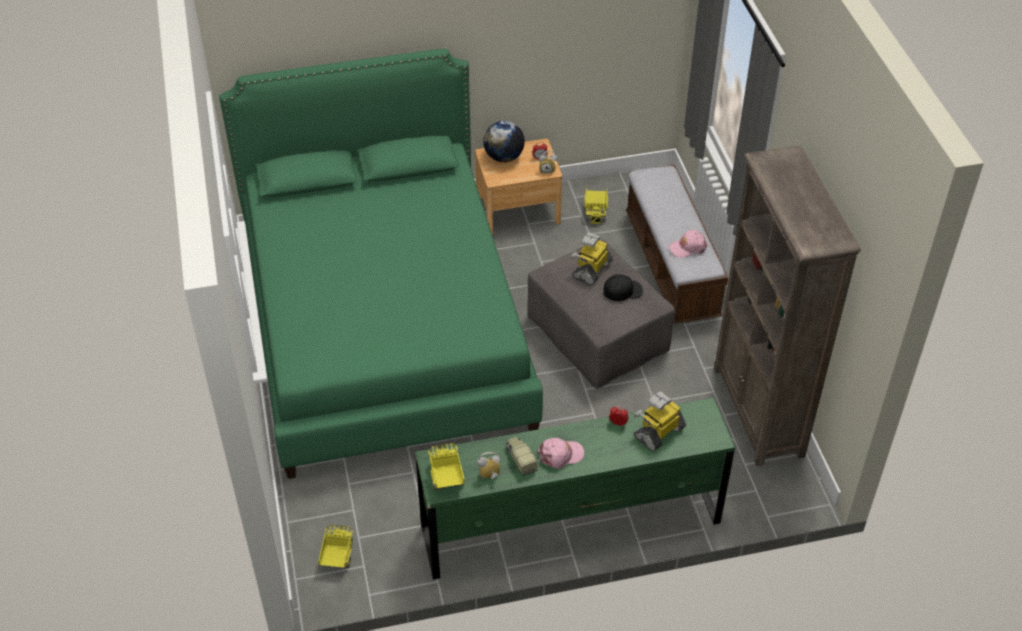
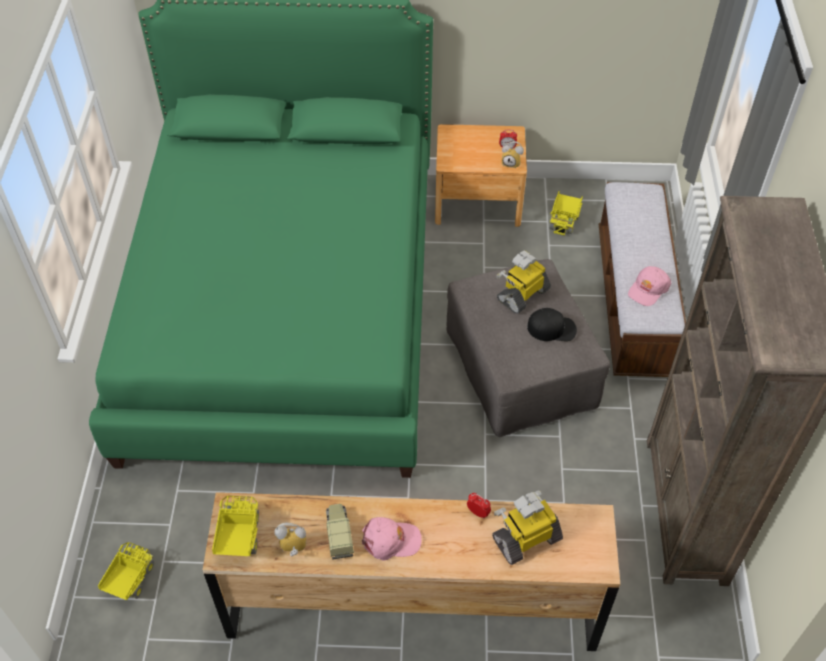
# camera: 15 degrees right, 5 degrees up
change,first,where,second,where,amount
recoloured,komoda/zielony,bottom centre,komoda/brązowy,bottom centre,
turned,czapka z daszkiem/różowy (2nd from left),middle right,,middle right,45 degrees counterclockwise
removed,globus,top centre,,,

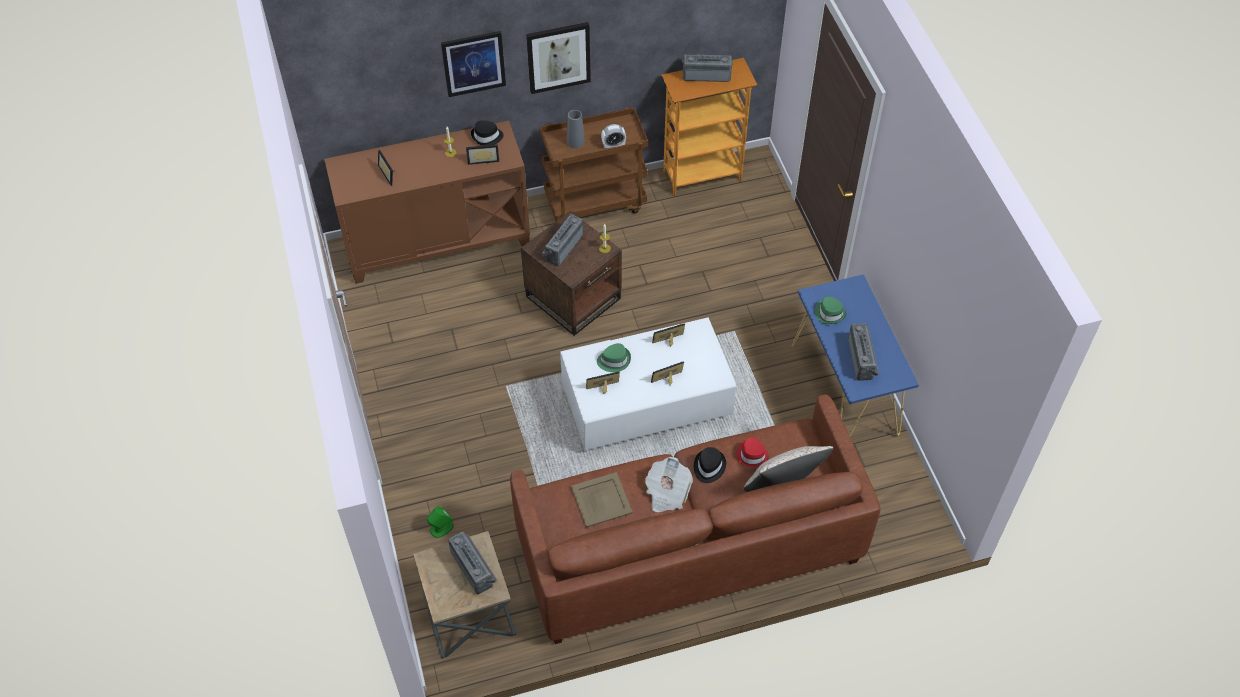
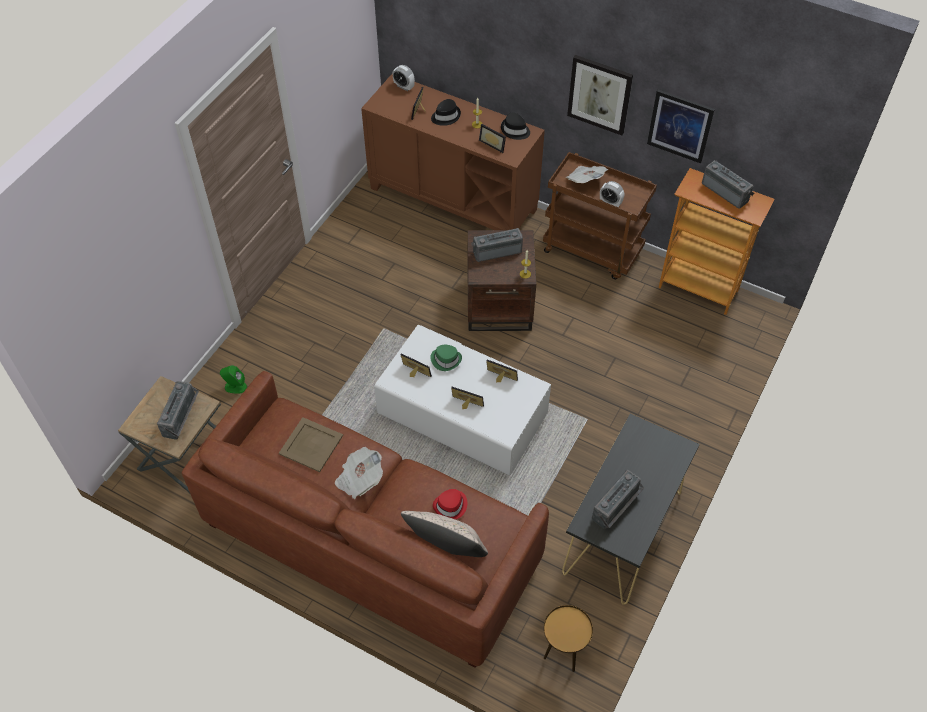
# camera: 45 degrees right, 0 degrees up
change,first,where,second,where,amount
added,,,budzik (1st from left),top centre,
moved,kapelusz/czarny (2nd from left in the first image),bottom centre,kapelusz/czarny (1st from left),top centre,
added,,,stolik/brązowy (3rd from left),bottom centre,
recoloured,stolik konsolowy/niebieski,middle right,stolik konsolowy/czarny,bottom right,
replaced,wazon/szary,top centre,gazeta (2nd from left),top centre,
moved,obraz (1st from left in the first image),top centre,obraz (2nd from left),top right,
removed,kapelusz/zielony (2nd from left),middle right,,,

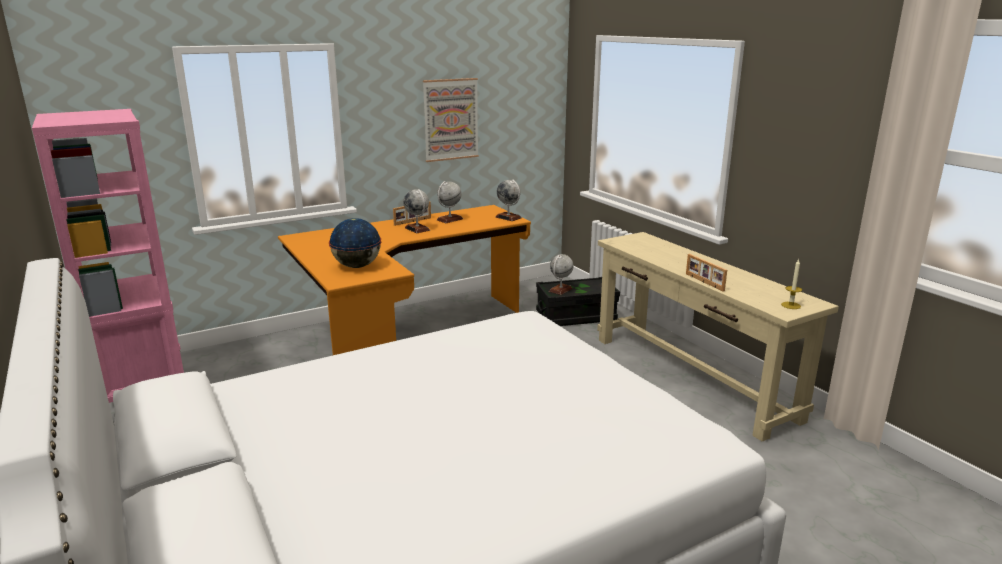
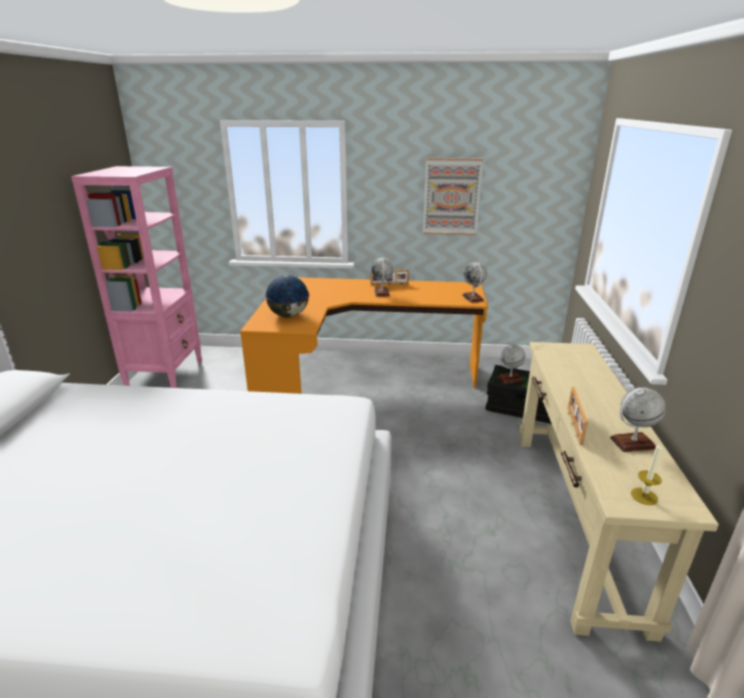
# camera: 35 degrees right, 5 degrees up
change,first,where,second,where,amount
moved,globus (3rd from left in the first image),centre,globus (5th from left),middle right,

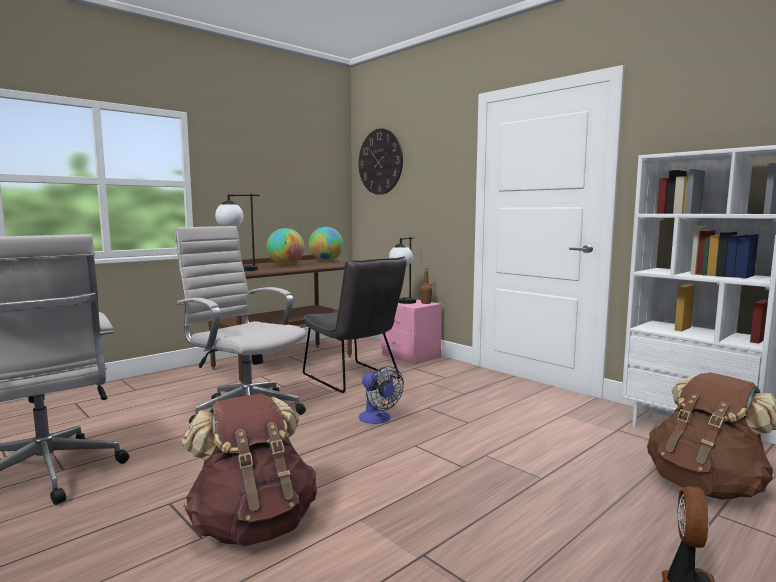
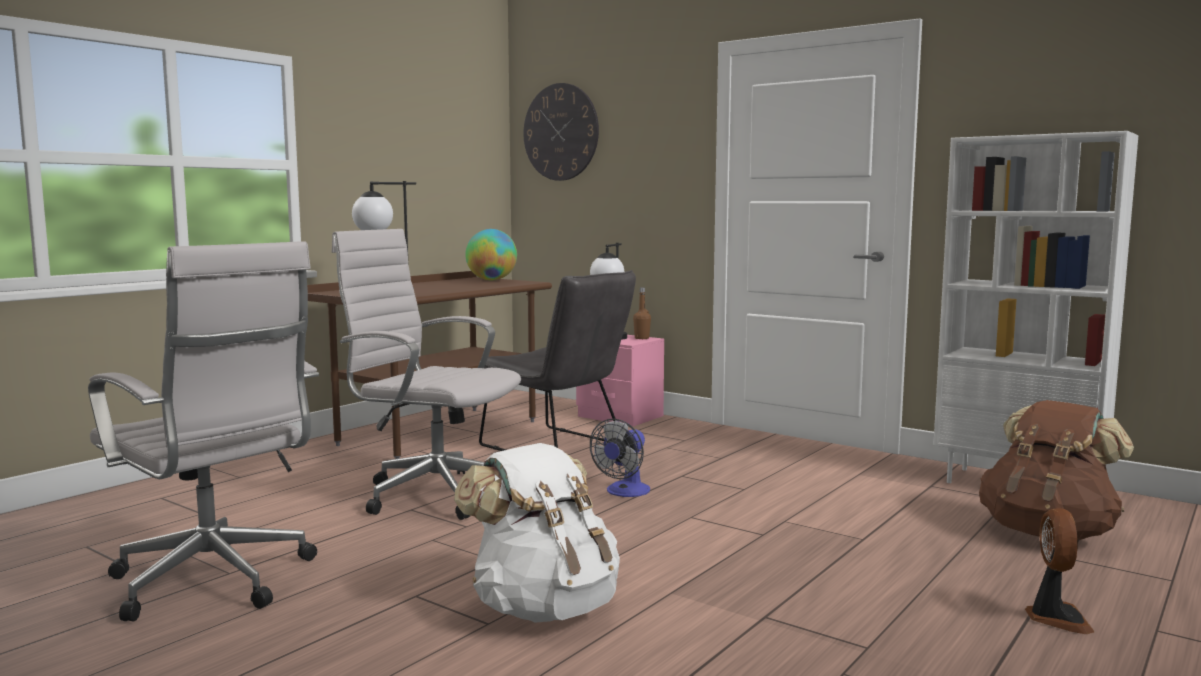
# camera: 10 degrees left, 0 degrees up
change,first,where,second,where,amount
recoloured,plecak/brązowy (1st from left),bottom left,plecak/biały,bottom centre,
turned,wentylator (1st from left),bottom centre,,bottom centre,75 degrees clockwise
removed,globus (1st from left),centre,,,

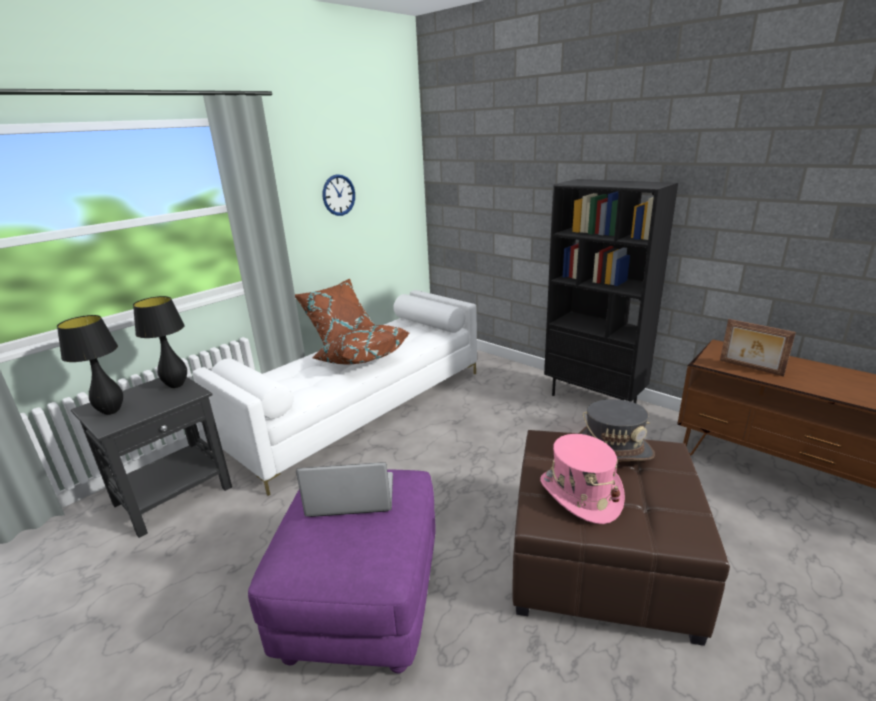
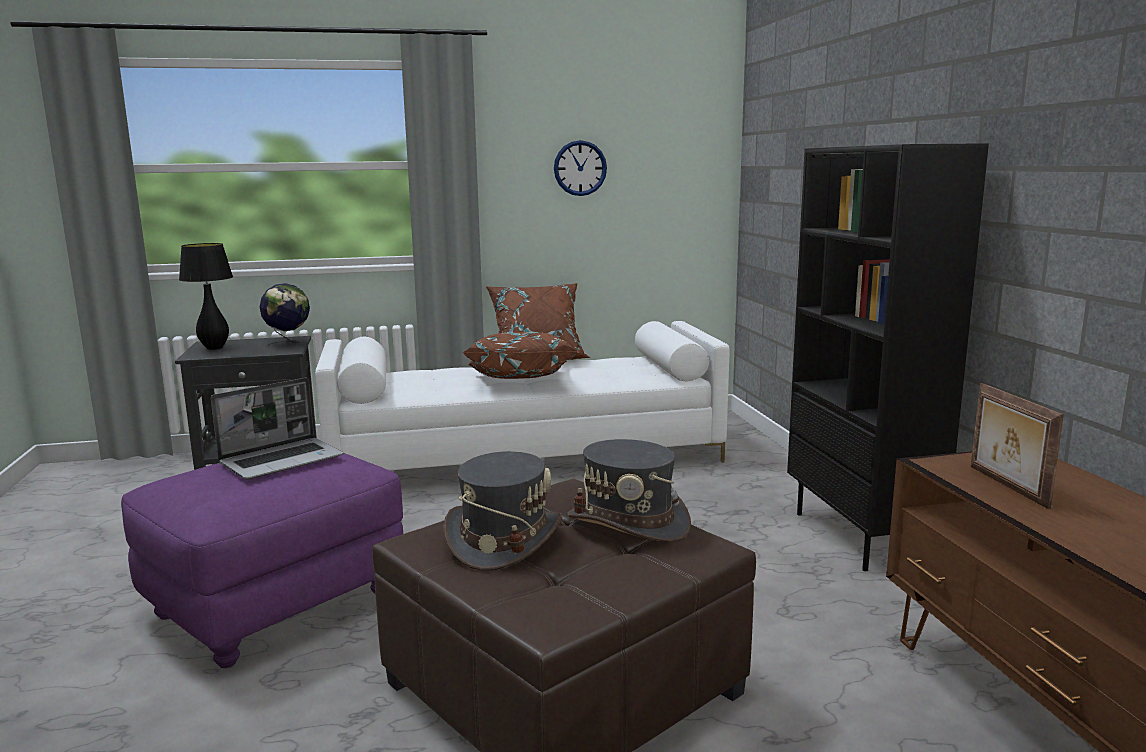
# camera: 35 degrees right, 10 degrees down
change,first,where,second,where,amount
turned,laptop,bottom centre,,middle left,105 degrees clockwise
replaced,lampa stołowa/czarny (2nd from left),middle left,globus,middle left,
recoloured,kapelusz/różowy,bottom centre,kapelusz/szary (1st from left),bottom centre,

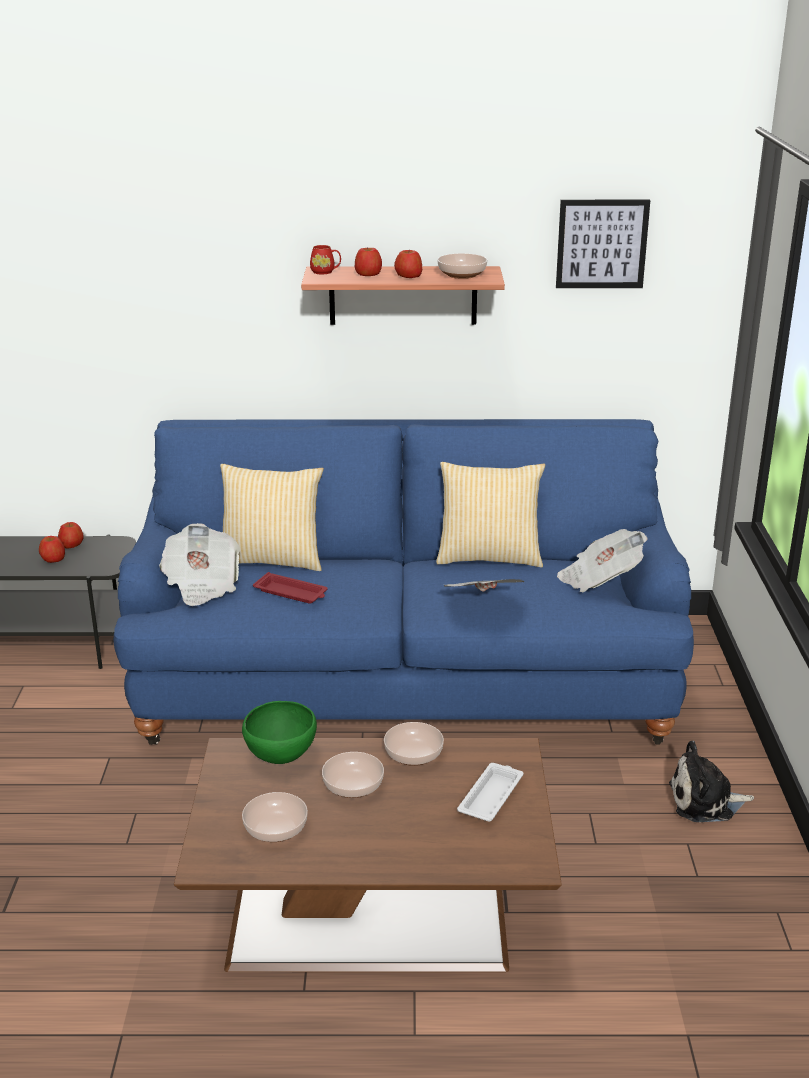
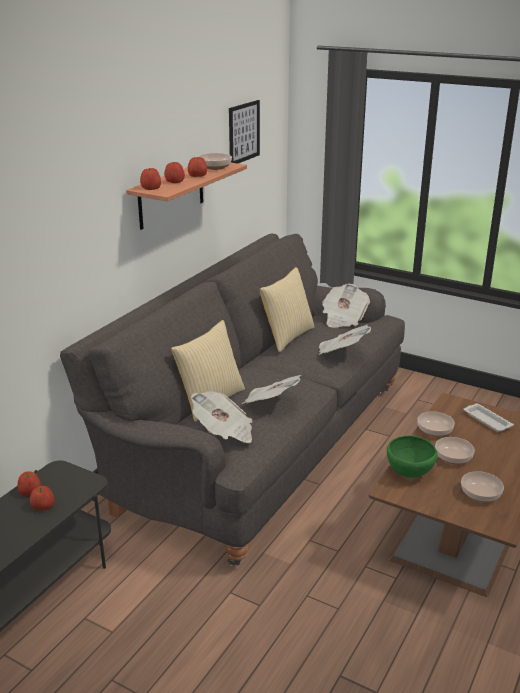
# camera: 60 degrees left, 0 degrees up
change,first,where,second,where,amount
recoloured,kanapa/niebieski,centre,kanapa/szary,centre,
replaced,kubek/czerwony,top centre,jabłko (3rd from left),top left,
replaced,taca/czerwony,centre,gazeta (2nd from left),centre,
removed,pluszak,bottom right,,,

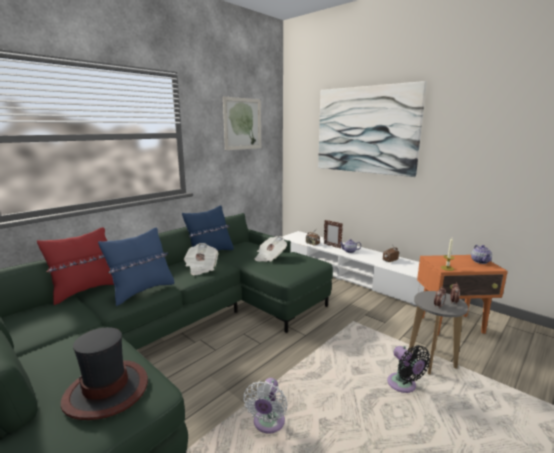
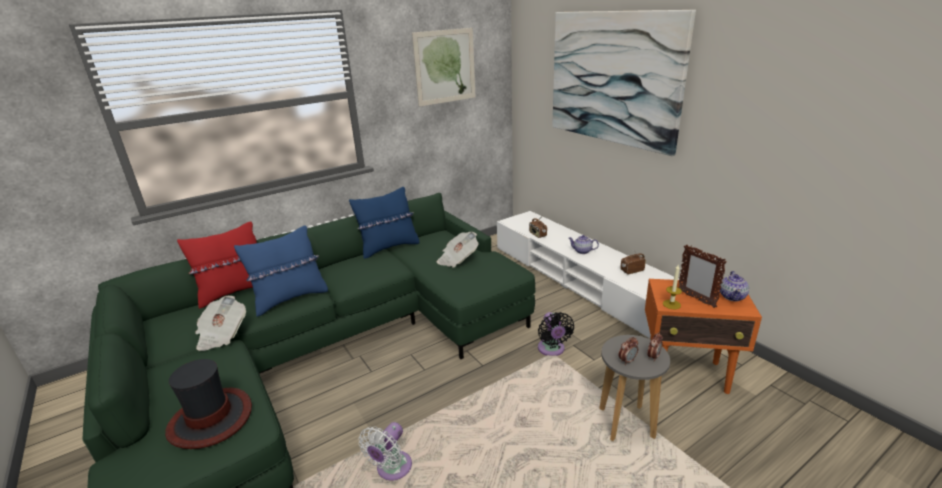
# camera: 15 degrees right, 10 degrees up
change,first,where,second,where,amount
moved,gazeta (1st from left),centre,,middle left,
moved,wentylator/czarny,bottom right,,bottom centre,
moved,ramka na zdjęcie,centre,,middle right,

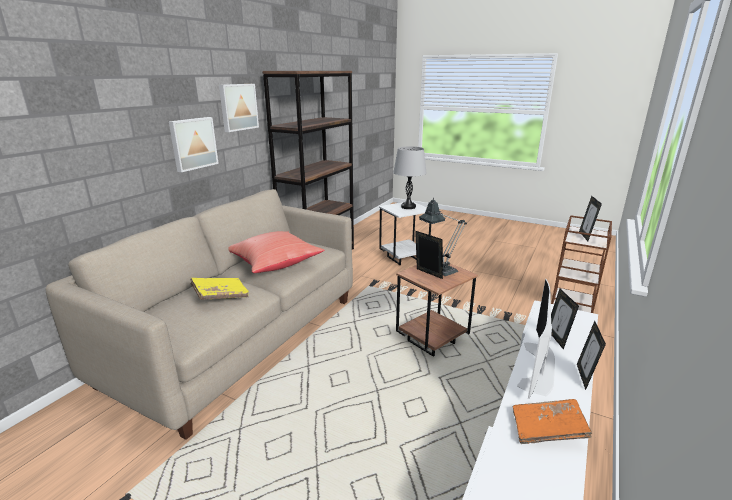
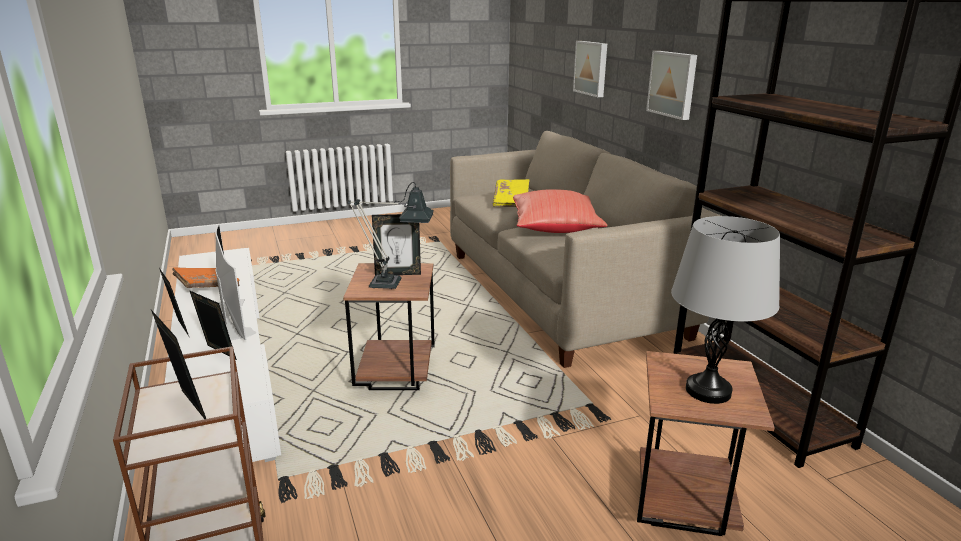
# camera: 130 degrees right, 0 degrees up
change,first,where,second,where,amount
moved,obraz (2nd from left in the first image),top left,obraz (1st from left),top centre,
recoloured,stolik/biały,centre,stolik/brązowy (2nd from left),bottom right,

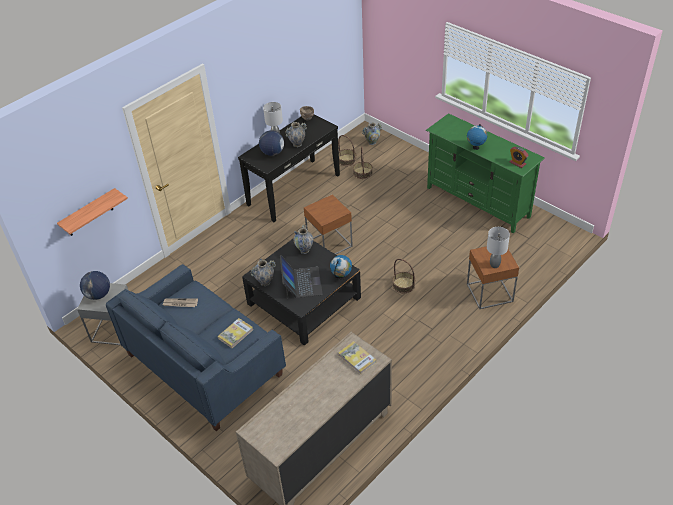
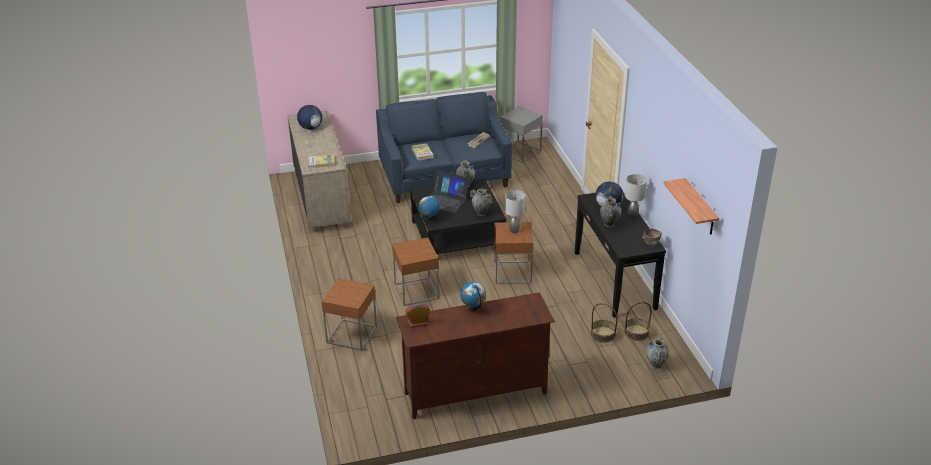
# camera: 120 degrees right, 10 degrees down
change,first,where,second,where,amount
moved,globus (1st from left),middle left,,top left,
replaced,koszyk (3rd from left),centre,stolik/brązowy (2nd from left),centre,
recoloured,szafka pod telewizor/zielony,middle right,szafka pod telewizor/brązowy,bottom centre,
moved,lampa stołowa/szary (2nd from left in the first image),middle right,lampa stołowa/szary (1st from left),centre,
moved,półka,middle left,,middle right,

